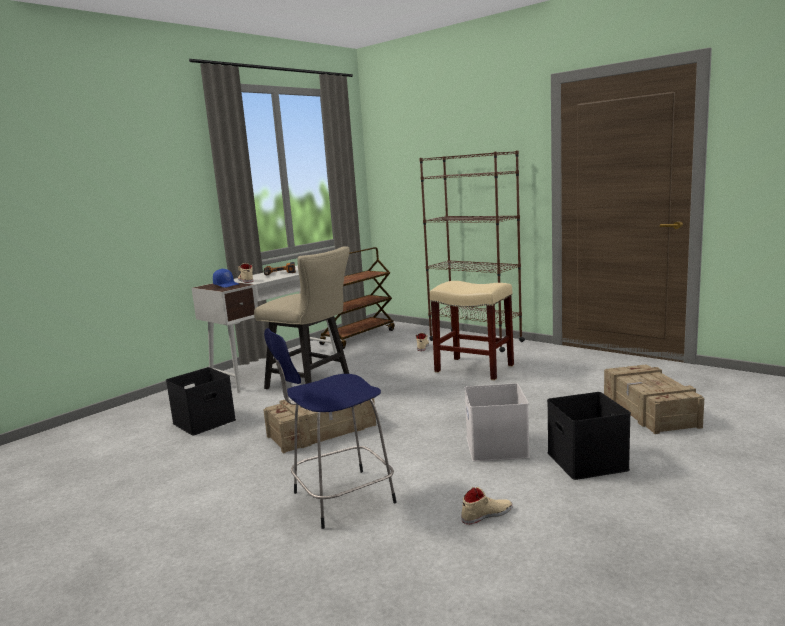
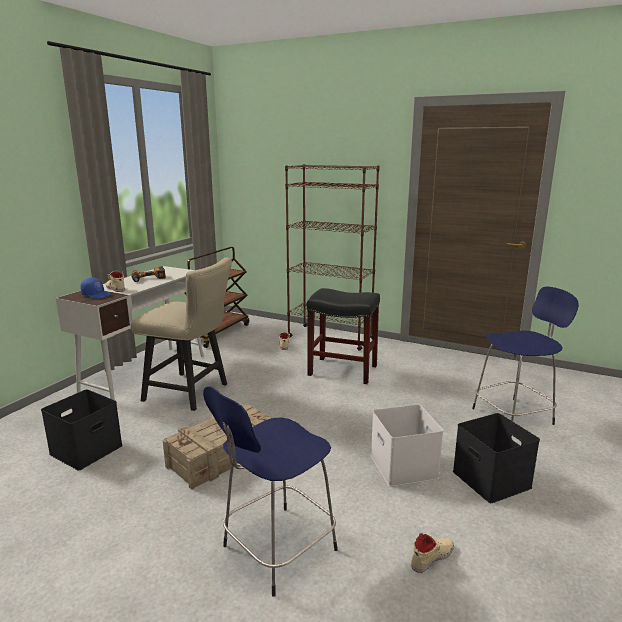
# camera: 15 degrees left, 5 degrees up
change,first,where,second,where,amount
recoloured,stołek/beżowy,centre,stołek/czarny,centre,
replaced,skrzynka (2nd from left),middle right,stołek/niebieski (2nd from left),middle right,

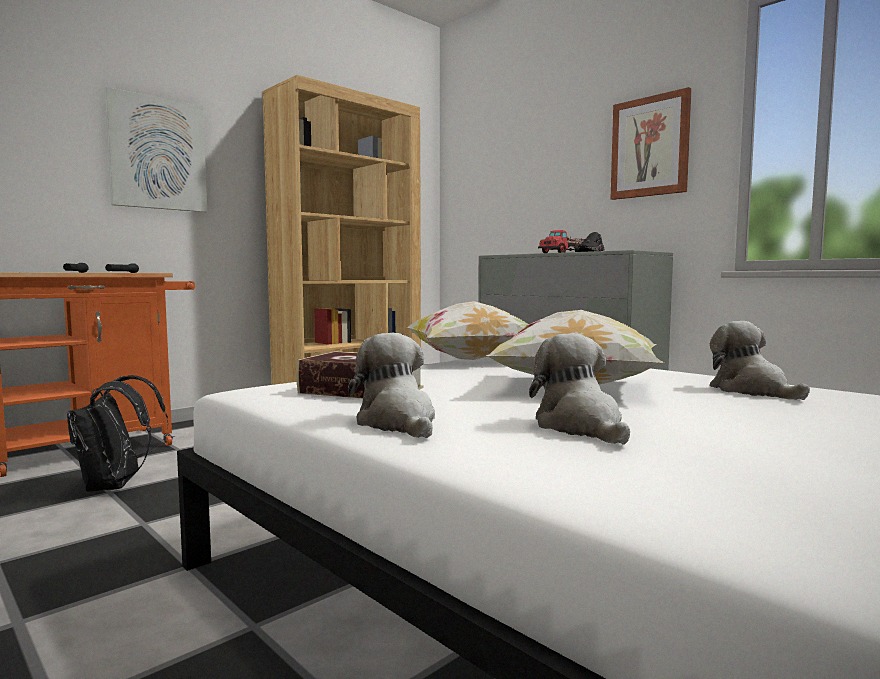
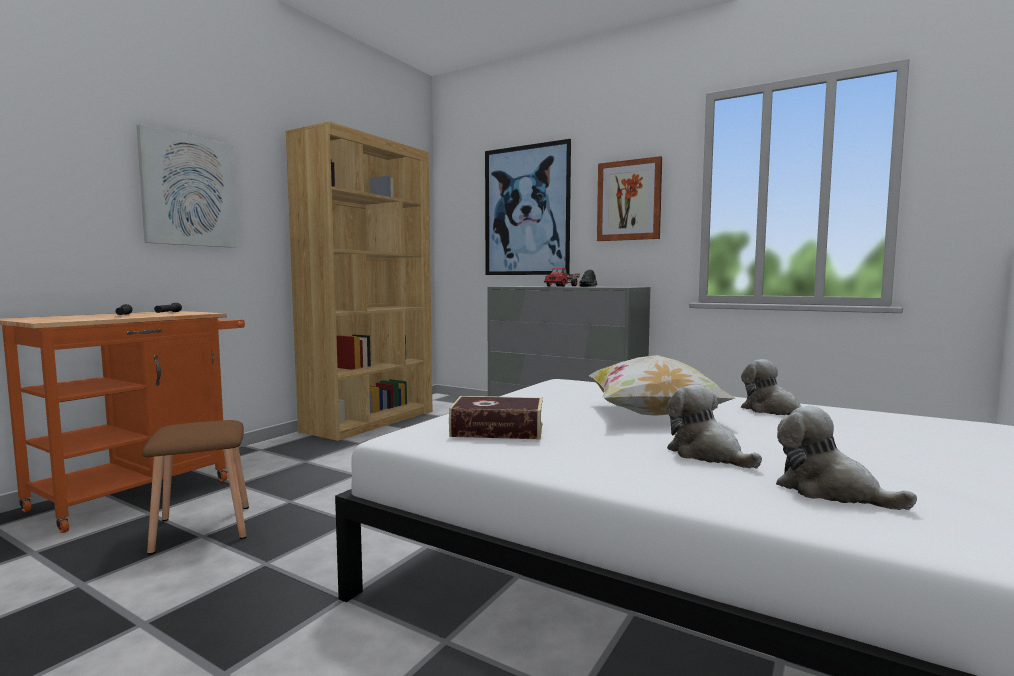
# camera: 15 degrees left, 0 degrees up
change,first,where,second,where,amount
replaced,plecak/czarny,middle left,stołek/brązowy,bottom left,
added,,,obraz (2nd from left),top centre,
moved,pluszak (1st from left in the first image),centre,pluszak (3rd from left),bottom right,
removed,poduszka (1st from left),centre,,,

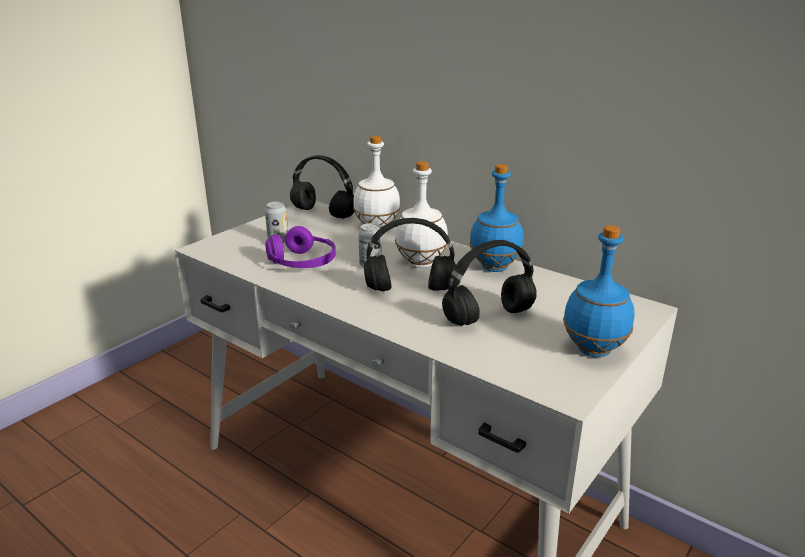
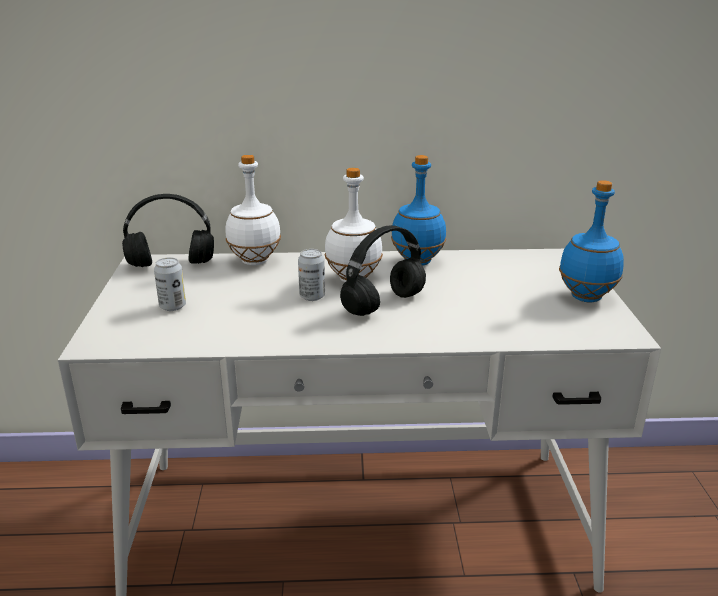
# camera: 40 degrees left, 0 degrees up
change,first,where,second,where,amount
removed,słuchawki/fioletowy,centre,,,
removed,słuchawki/czarny (3rd from left),centre,,,

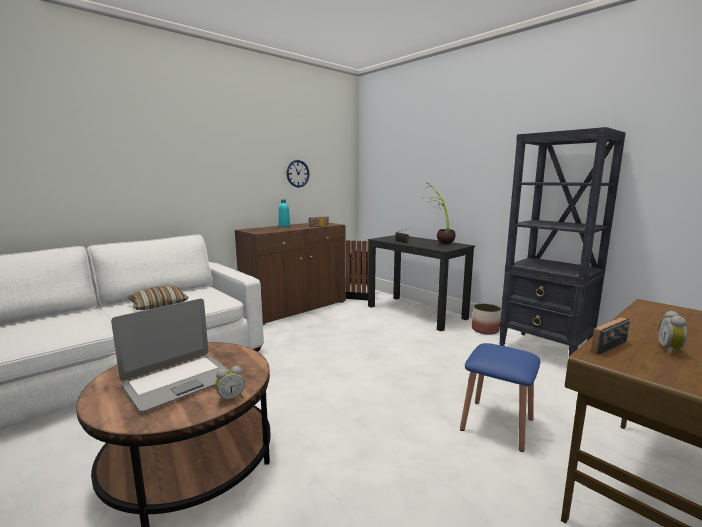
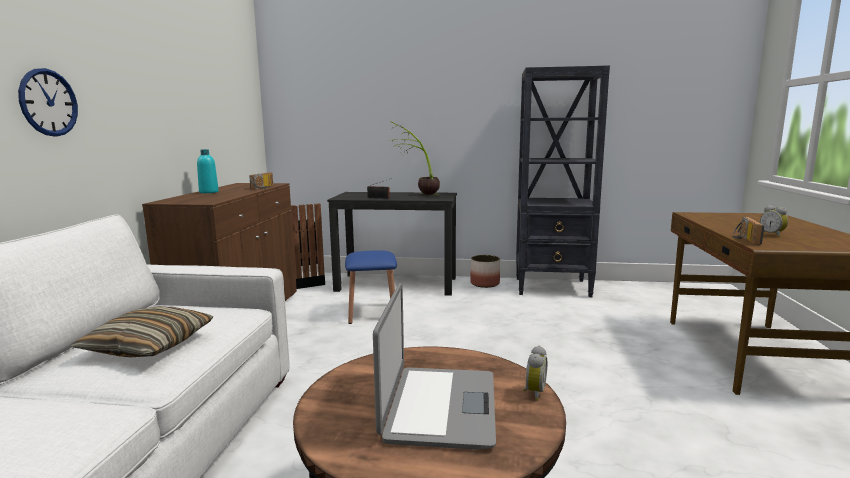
# camera: 40 degrees left, 0 degrees up
change,first,where,second,where,amount
moved,zegar ścienny,top centre,,top left,
moved,stołek/niebieski,bottom right,,centre,

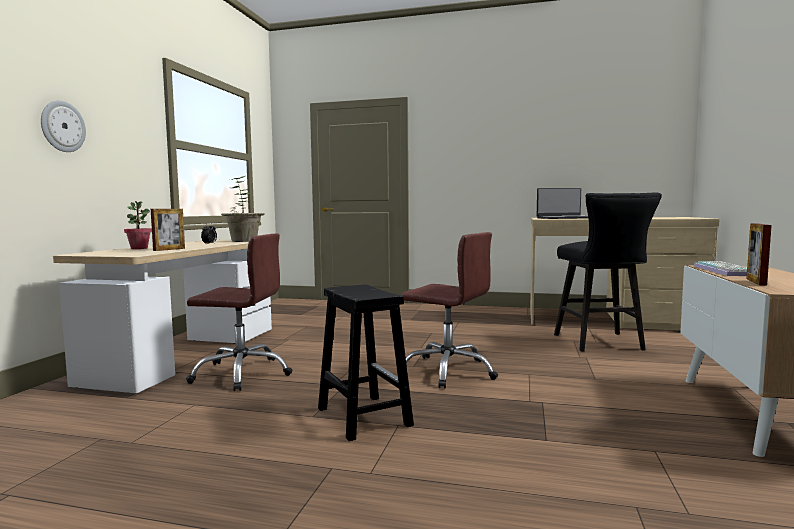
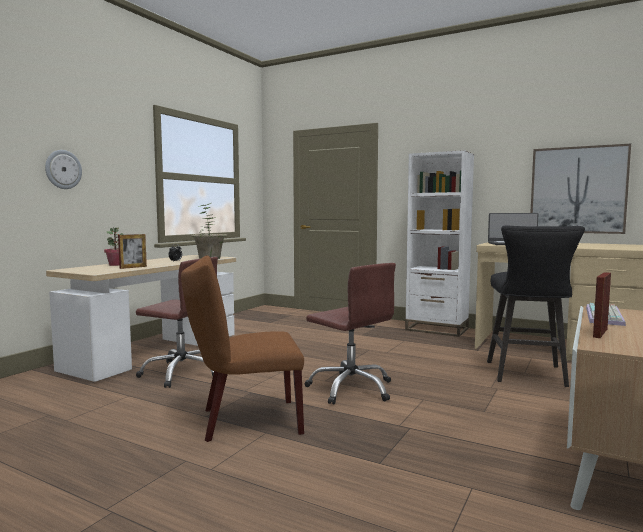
# camera: 15 degrees right, 0 degrees up
change,first,where,second,where,amount
replaced,stołek/czarny (1st from left),bottom centre,krzesło/brązowy,centre,
added,,,regał/biały,middle right,
added,,,obraz,middle right,

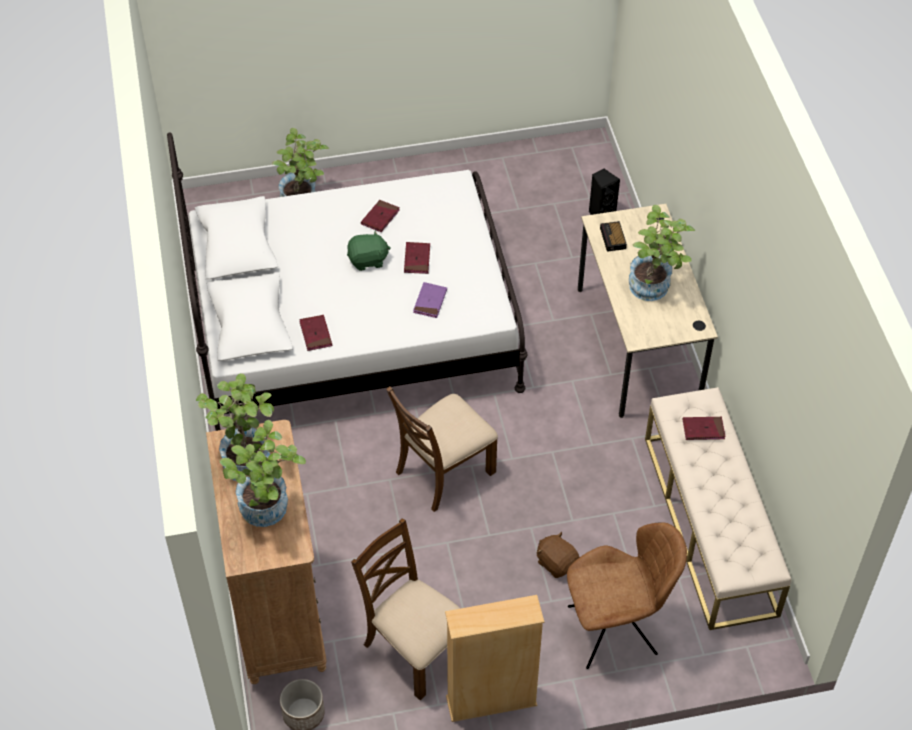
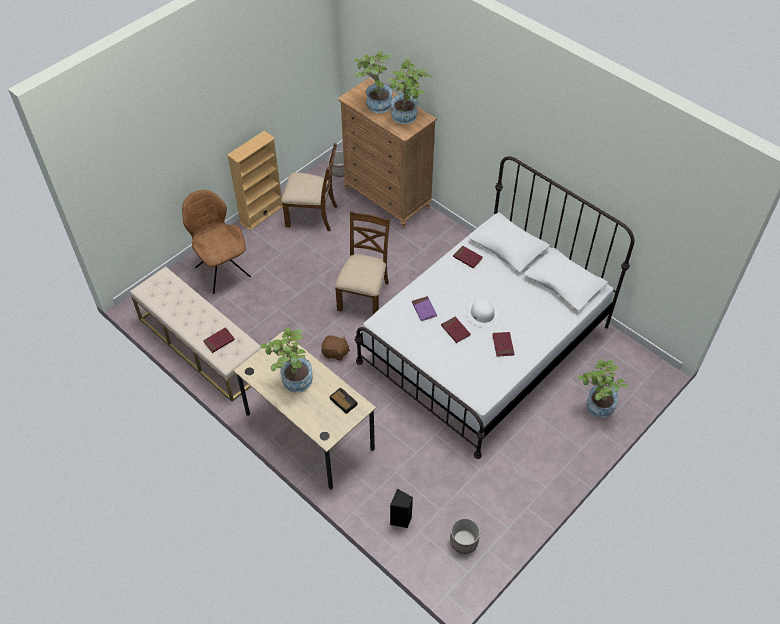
# camera: 145 degrees right, 0 degrees up
change,first,where,second,where,amount
turned,krzesło/brązowy (3rd from left in the first image),bottom right,krzesło/brązowy (1st from left),middle left,105 degrees clockwise
moved,pluszak/brązowy,bottom centre,,centre,
added,,,donica (2nd from left),bottom centre,
replaced,pluszak/zielony,centre,kapelusz/biały,centre,

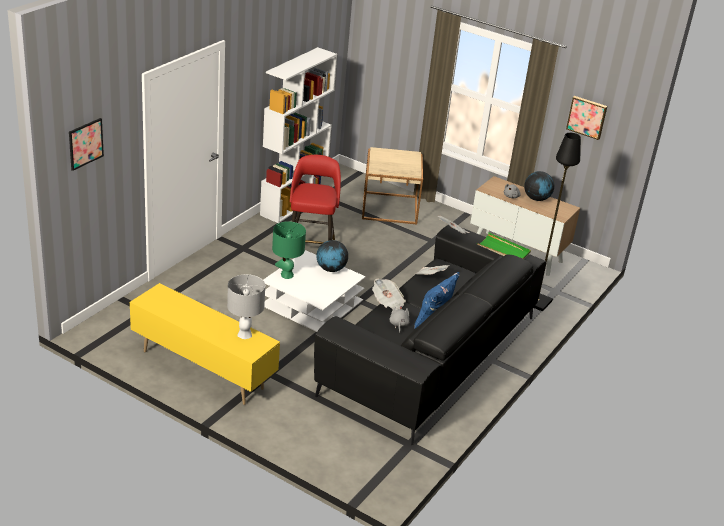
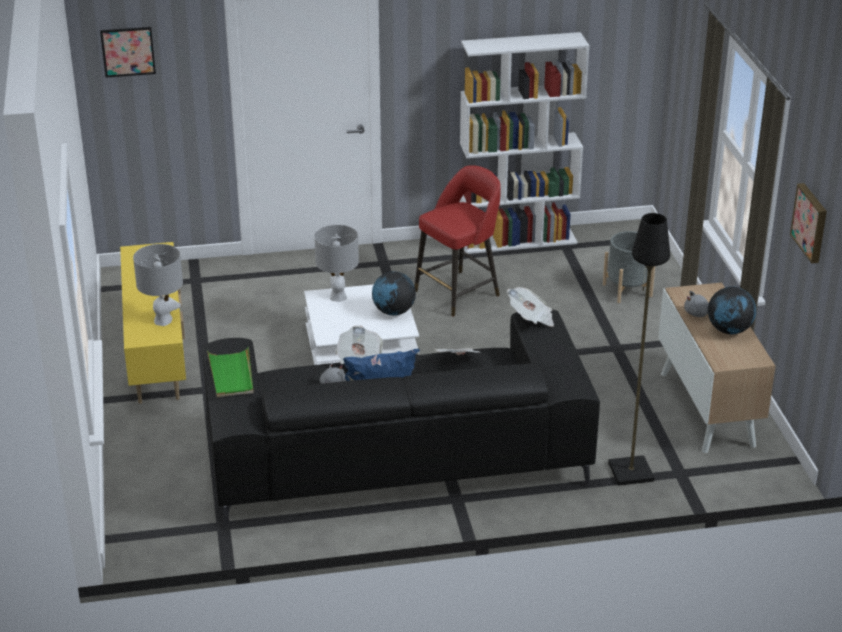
# camera: 50 degrees right, 0 degrees up
change,first,where,second,where,amount
moved,taca/zielony,middle right,,middle left,
recoloured,lampa stołowa/zielony,centre,lampa stołowa/szary (2nd from left),centre,
replaced,stolik/beżowy,centre,donica/szary,middle right,

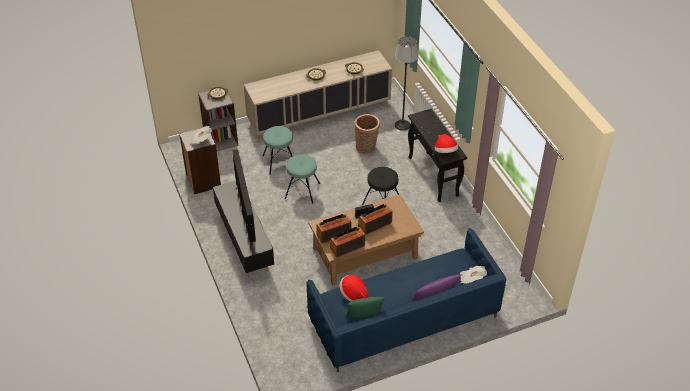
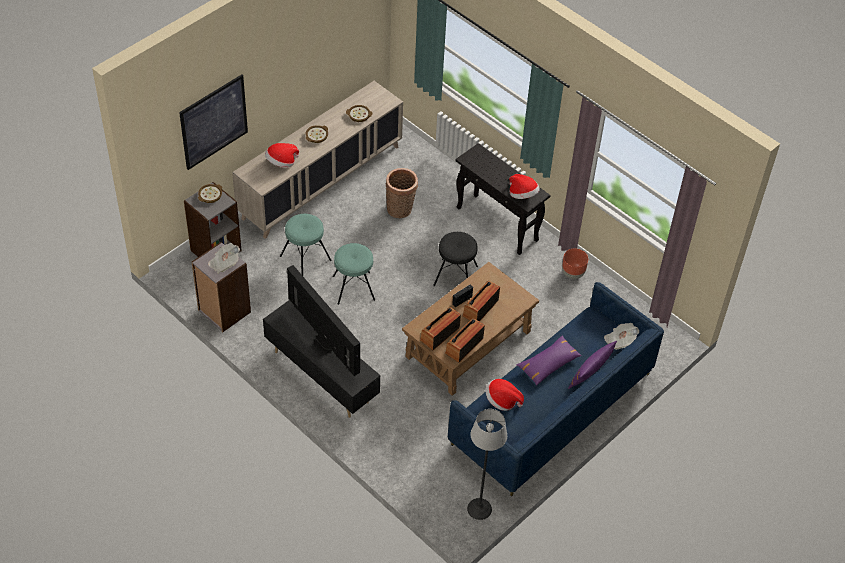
# camera: 25 degrees left, 5 degrees up
change,first,where,second,where,amount
added,,,obraz,top left,
added,,,kapelusz (1st from left),top centre,
moved,lampa stojąca,top centre,,bottom centre,
added,,,poduszka/fioletowy (1st from left),centre,
added,,,donica/brązowy,middle right,
removed,poduszka/zielony,bottom centre,,,

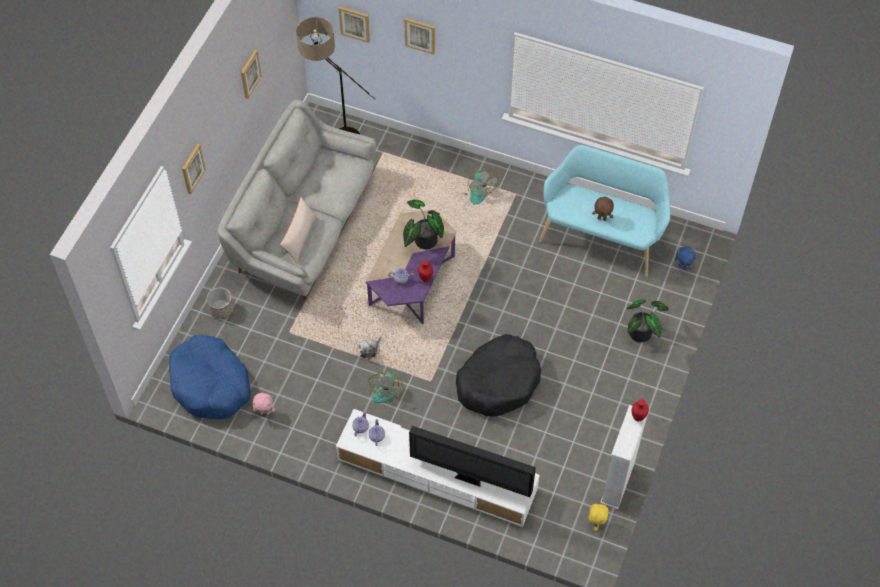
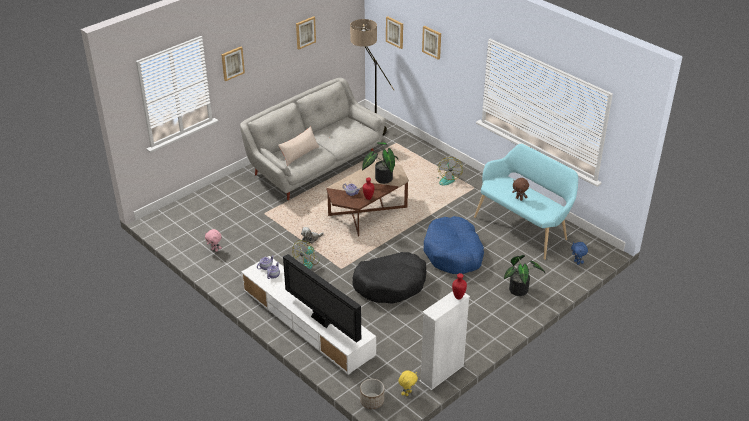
# camera: 25 degrees right, 20 degrees down
change,first,where,second,where,amount
recoloured,ława/fioletowy,centre,ława/brązowy,centre,
moved,donica,middle left,,bottom centre,
moved,legowisko/niebieski,middle left,,centre,

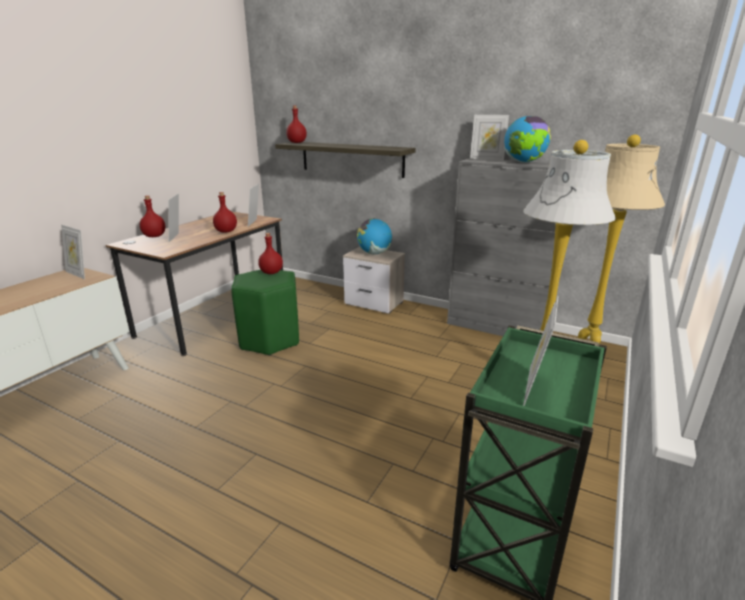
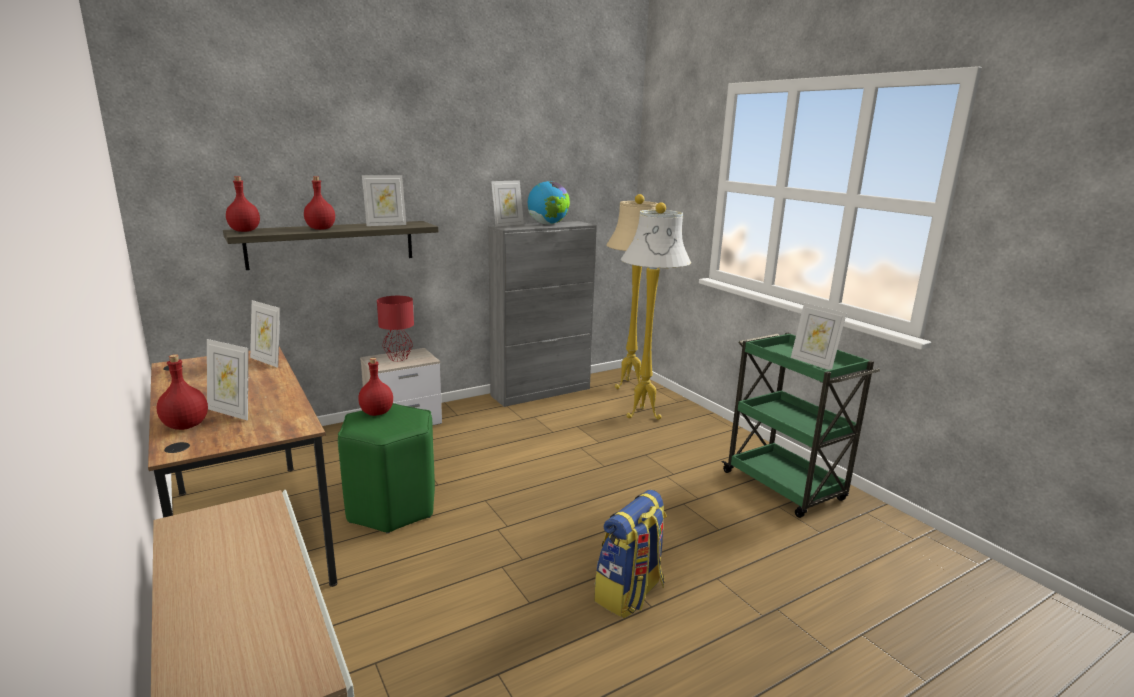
# camera: 60 degrees left, 5 degrees down
change,first,where,second,where,amount
moved,butelka/czerwony (2nd from left in the first image),middle left,butelka/czerwony (3rd from left),top left,
moved,ramka na zdjęcie (1st from left in the first image),middle left,ramka na zdjęcie (3rd from left),top centre,
replaced,globus (1st from left),centre,lampa stołowa/czerwony,centre,
added,,,plecak,bottom centre,

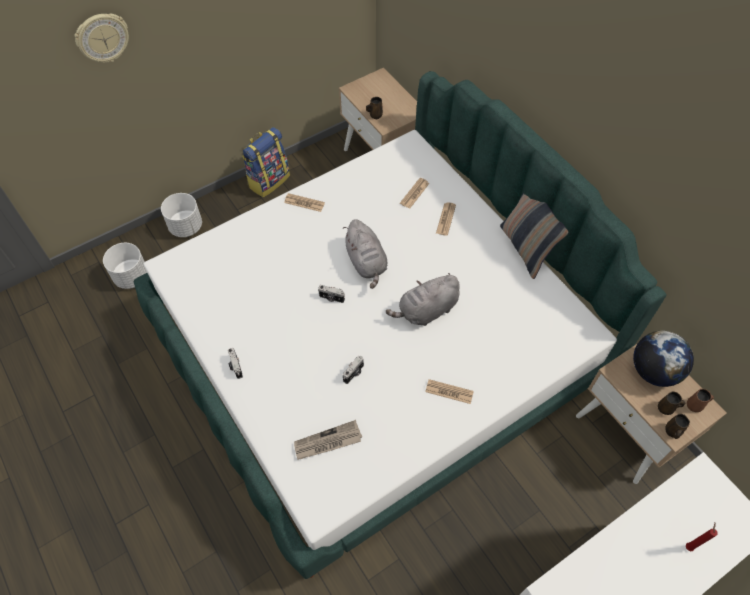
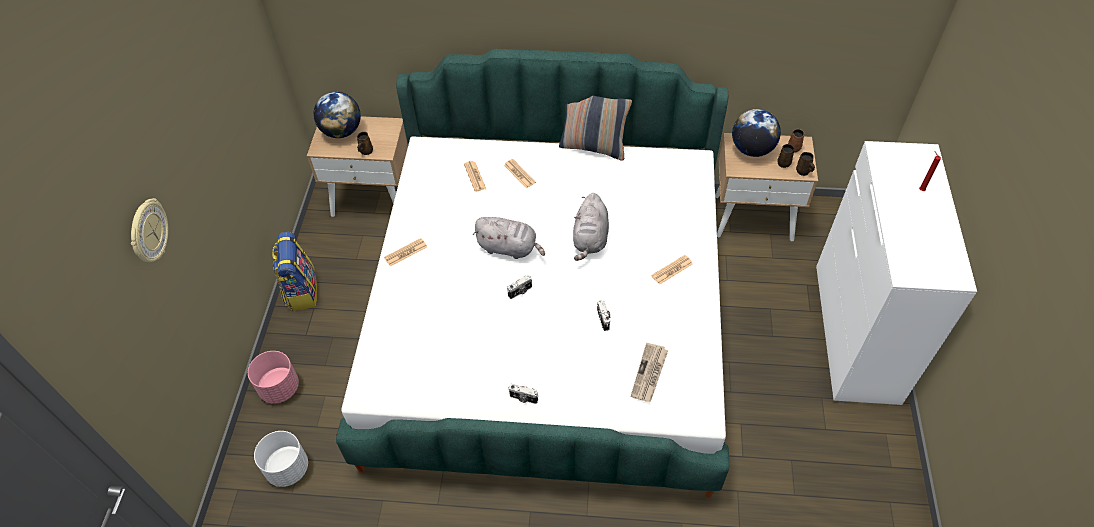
# camera: 50 degrees left, 5 degrees down
change,first,where,second,where,amount
recoloured,donica/biały (2nd from left),middle left,donica/różowy,bottom left,
added,,,globus (1st from left),top left,

